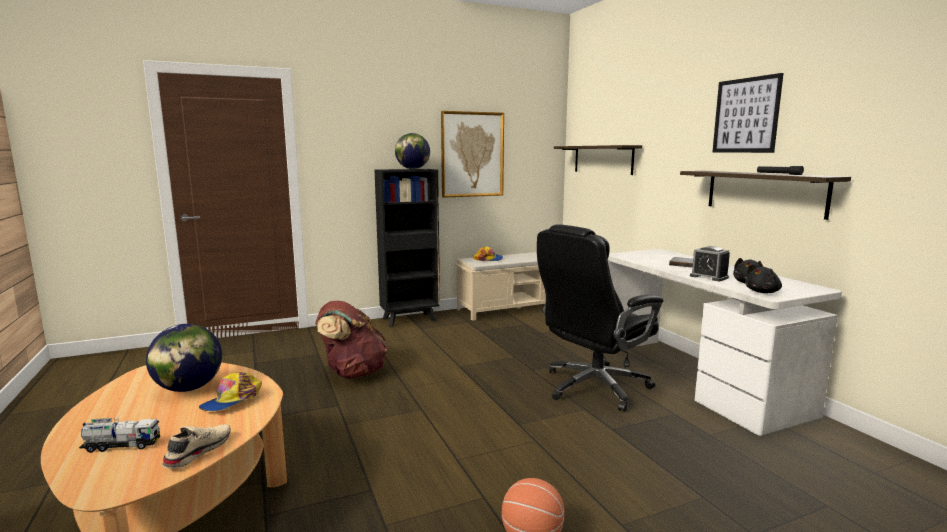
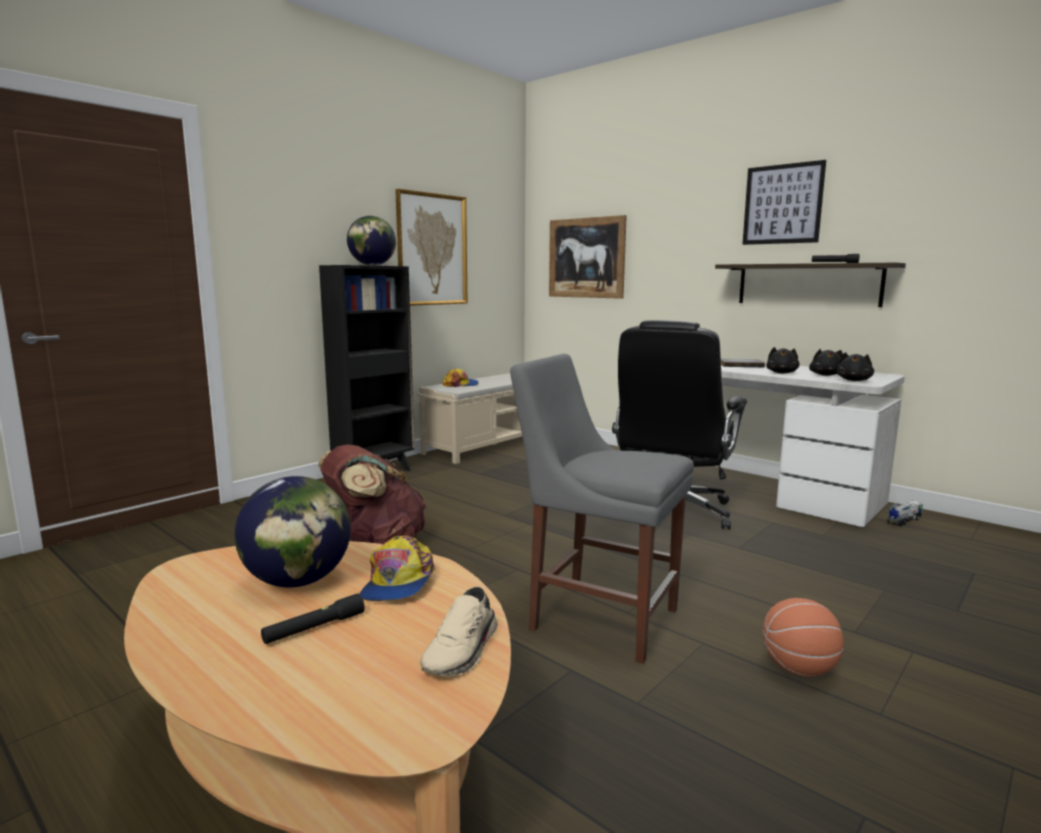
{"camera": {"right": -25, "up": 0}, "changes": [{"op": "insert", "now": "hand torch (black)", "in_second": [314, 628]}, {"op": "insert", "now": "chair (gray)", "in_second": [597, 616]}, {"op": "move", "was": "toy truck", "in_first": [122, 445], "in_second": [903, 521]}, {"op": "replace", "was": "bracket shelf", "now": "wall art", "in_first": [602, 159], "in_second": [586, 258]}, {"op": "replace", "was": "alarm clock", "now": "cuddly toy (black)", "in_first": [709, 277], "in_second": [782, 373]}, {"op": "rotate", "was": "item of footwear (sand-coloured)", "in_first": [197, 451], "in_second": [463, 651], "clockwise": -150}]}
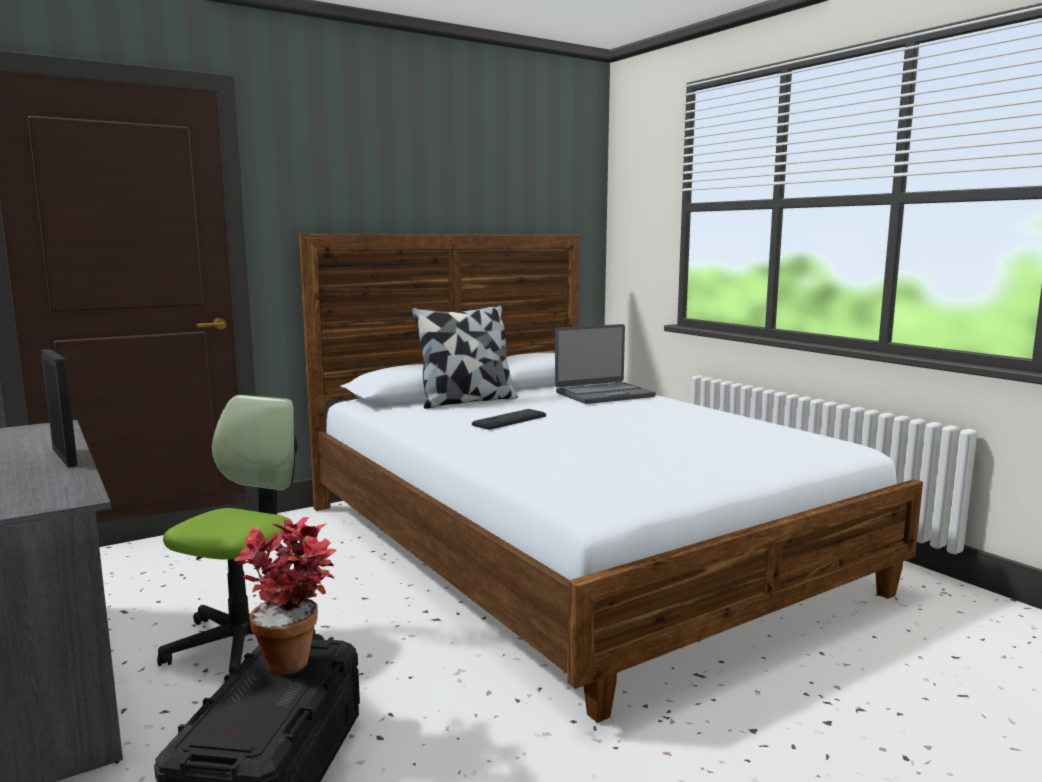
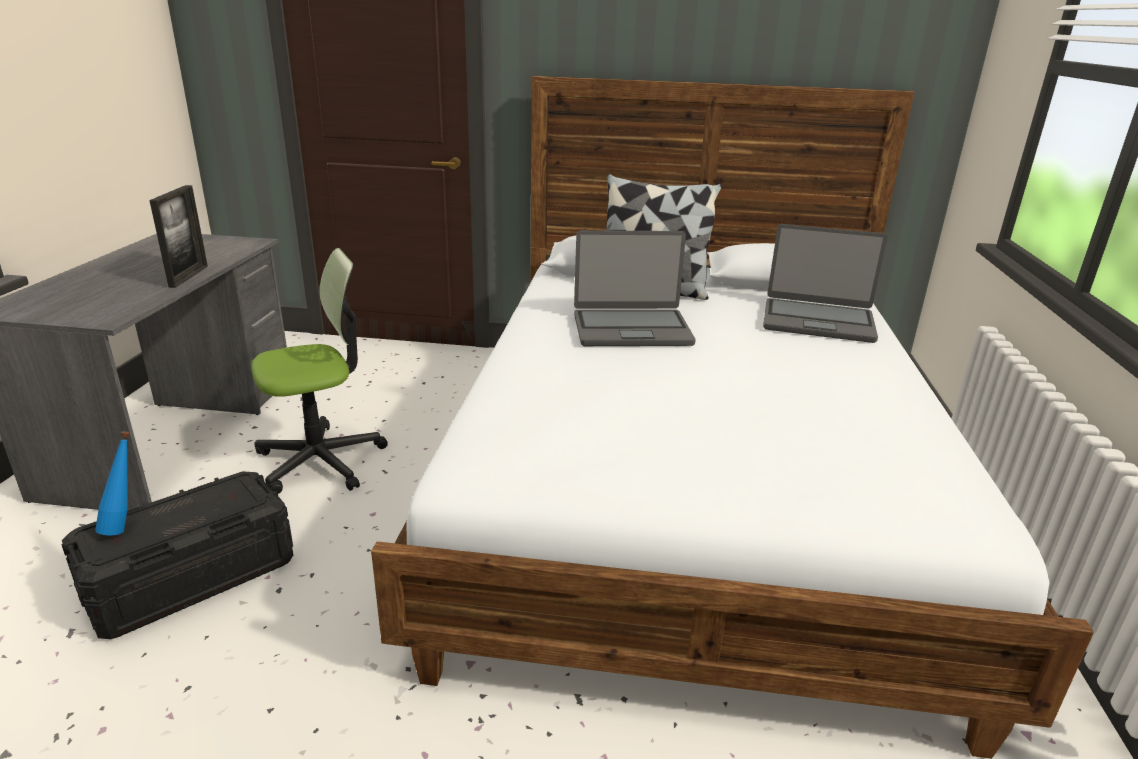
{"camera": {"right": 40, "up": 15}, "changes": [{"op": "delete", "was": "houseplant", "in_first": [294, 657]}, {"op": "insert", "now": "beverage bottle (blue-coloured)", "in_second": [125, 526]}, {"op": "replace", "was": "keyboard", "now": "portable computer", "in_first": [509, 420], "in_second": [631, 329]}]}
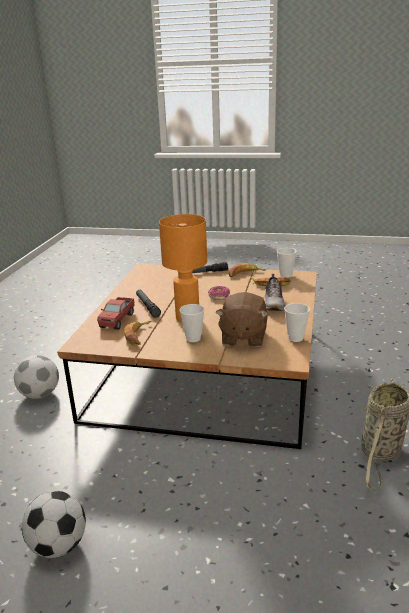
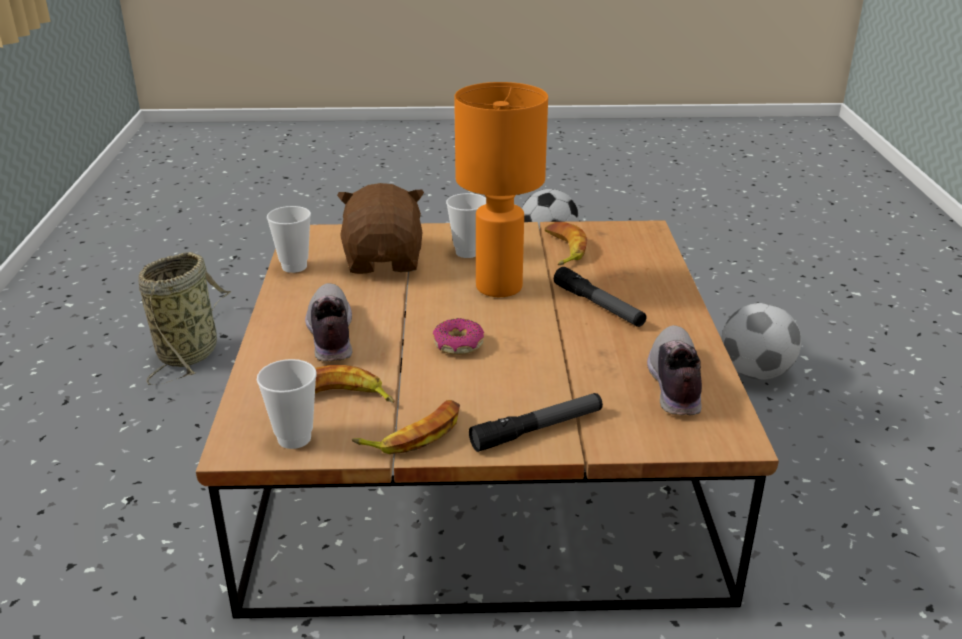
{"camera": {"right": 165, "up": 5}, "changes": [{"op": "delete", "was": "toy truck", "in_first": [117, 320]}, {"op": "insert", "now": "item of footwear", "in_second": [674, 383]}]}
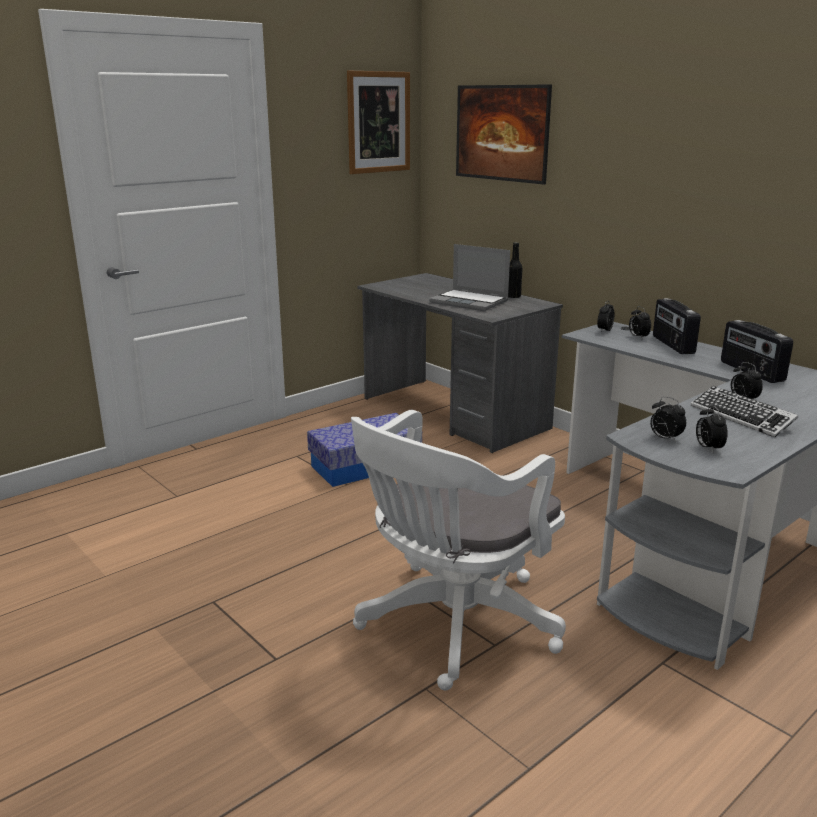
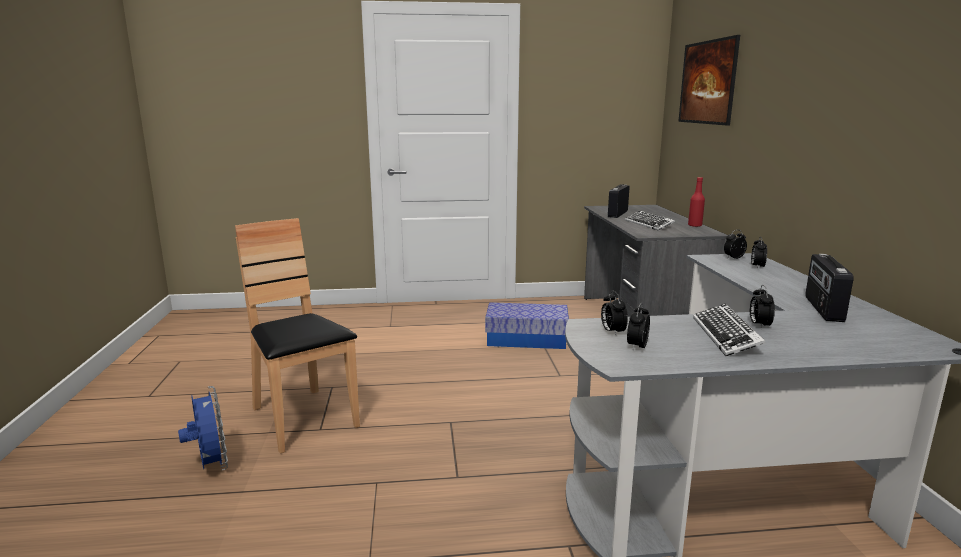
{"camera": {"right": 35, "up": -5}, "changes": [{"op": "delete", "was": "wall art", "in_first": [378, 122]}, {"op": "delete", "was": "computer chair (white)", "in_first": [451, 626]}, {"op": "insert", "now": "fan (blue-coloured)", "in_second": [211, 466]}, {"op": "insert", "now": "chair (brown)", "in_second": [303, 419]}, {"op": "move", "was": "radio", "in_first": [672, 345], "in_second": [617, 214]}, {"op": "replace", "was": "portable computer", "now": "keyboard", "in_first": [470, 302], "in_second": [648, 224]}, {"op": "recolor", "was": "beverage bottle (black)", "now": "beverage bottle (red)", "in_first": [513, 296], "in_second": [694, 225]}]}
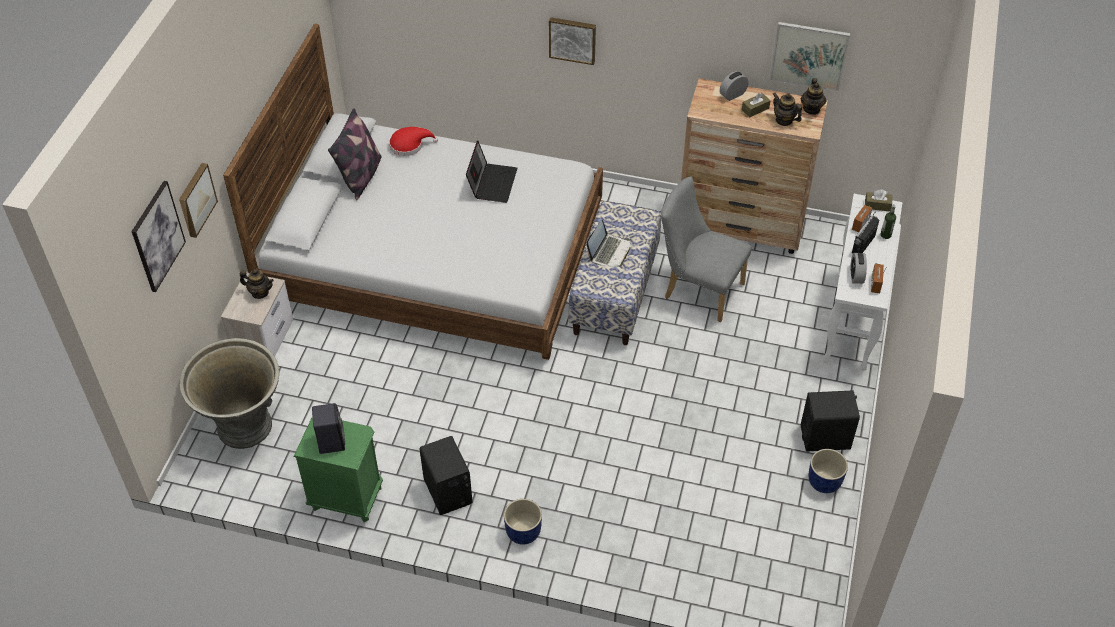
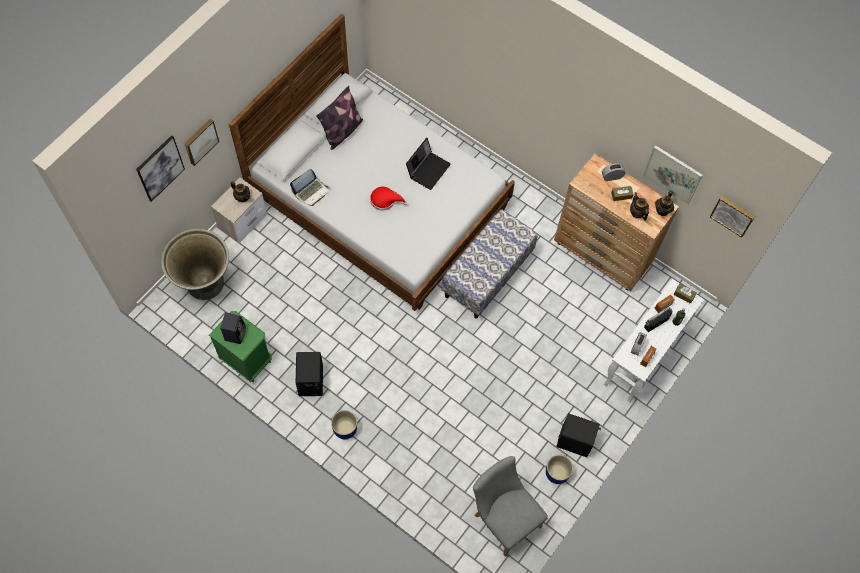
{"camera": {"right": 20, "up": 15}, "changes": [{"op": "move", "was": "wearable hat (red)", "in_first": [409, 145], "in_second": [385, 200]}, {"op": "move", "was": "wall art", "in_first": [572, 39], "in_second": [733, 215]}, {"op": "move", "was": "portable computer", "in_first": [609, 251], "in_second": [311, 191]}, {"op": "move", "was": "chair (gray)", "in_first": [698, 289], "in_second": [503, 517]}]}
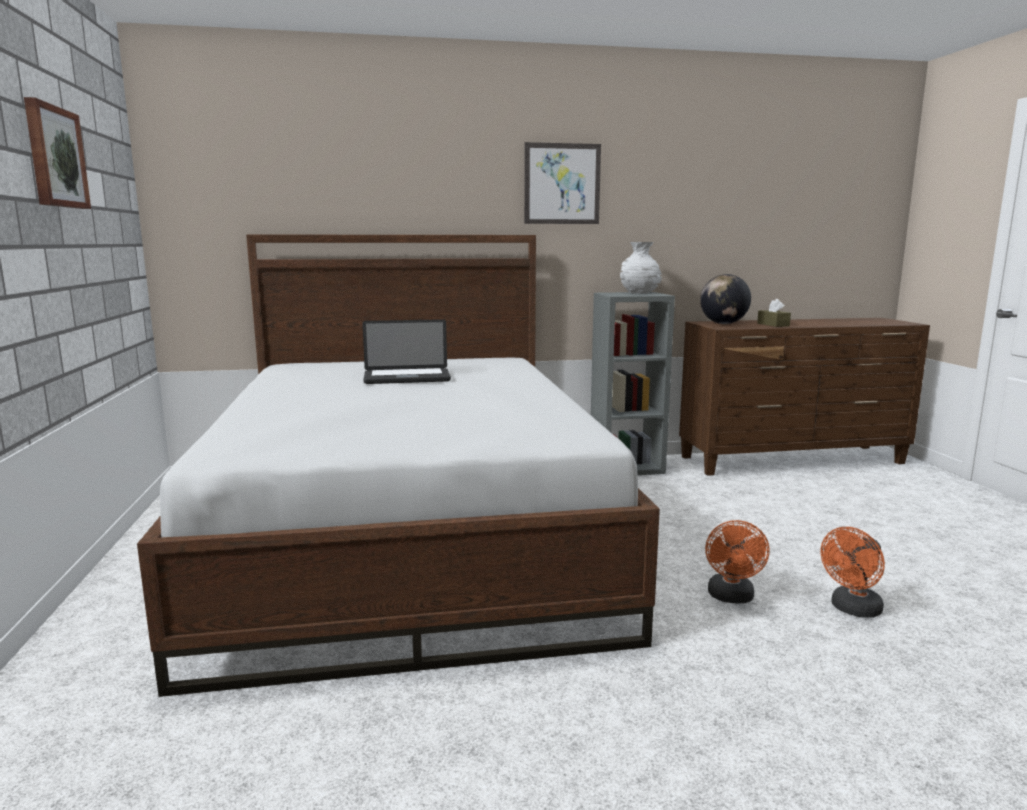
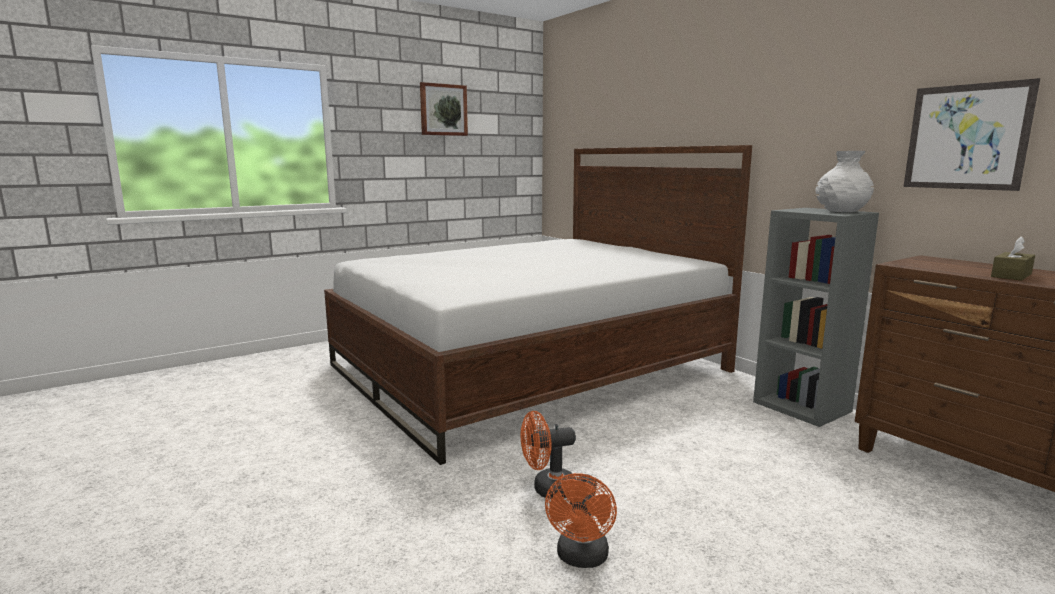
{"camera": {"right": 65, "up": 0}, "changes": [{"op": "delete", "was": "portable computer", "in_first": [407, 378]}, {"op": "delete", "was": "desk globe", "in_first": [723, 323]}, {"op": "move", "was": "wall art", "in_first": [562, 184], "in_second": [966, 137]}, {"op": "rotate", "was": "fan (orange-coloured)", "in_first": [852, 609], "in_second": [581, 558], "clockwise": -105}]}
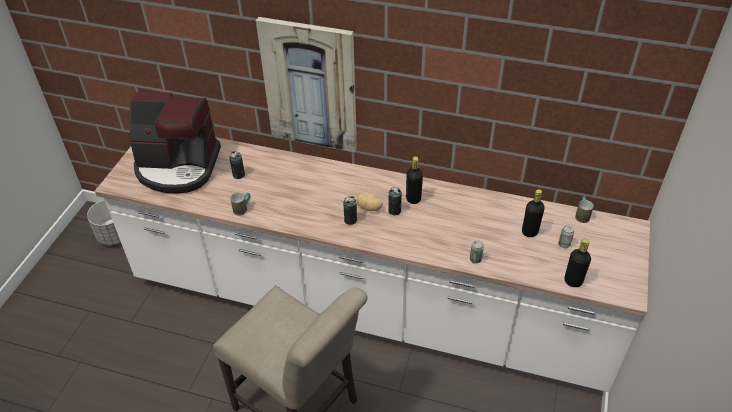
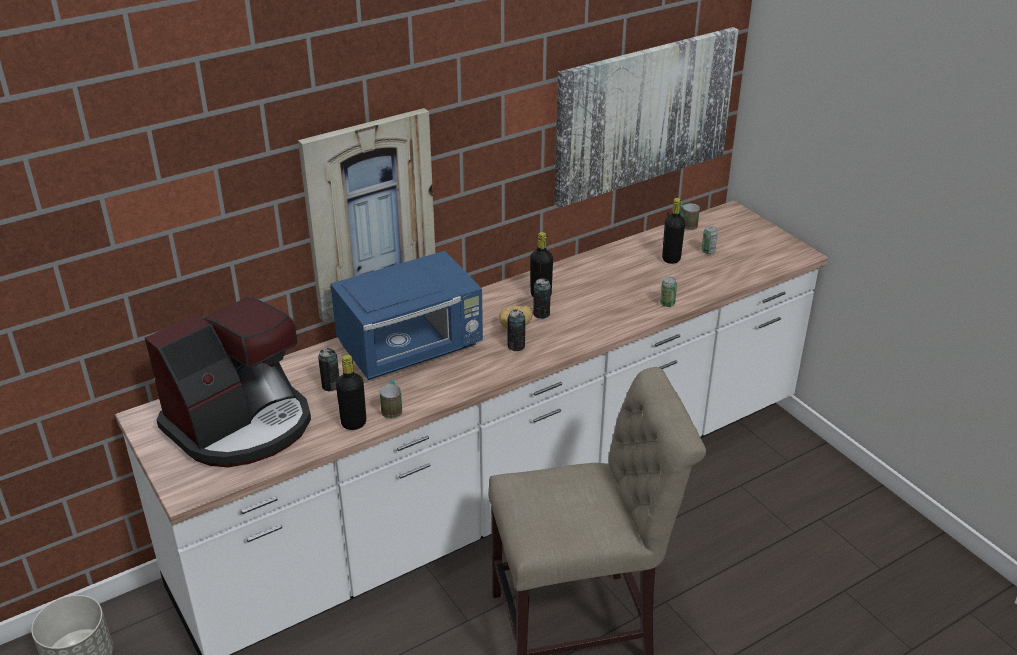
{"camera": {"right": -50, "up": -10}, "changes": [{"op": "insert", "now": "microwave (blue-coloured)", "in_second": [412, 349]}, {"op": "insert", "now": "wall art", "in_second": [644, 115]}, {"op": "move", "was": "beverage bottle (black)", "in_first": [573, 281], "in_second": [354, 423]}]}
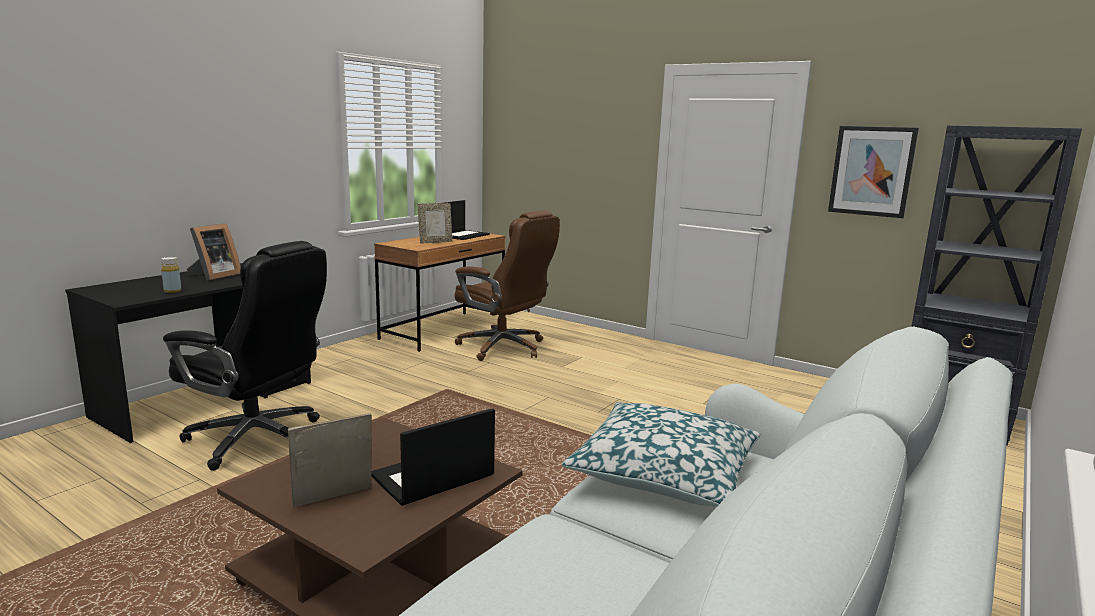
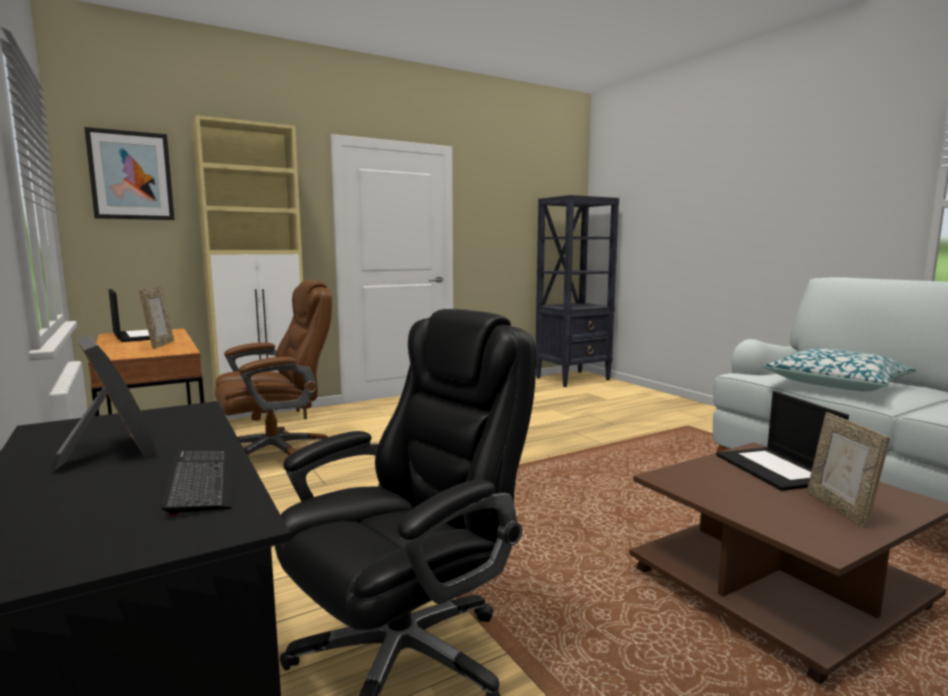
{"camera": {"right": -65, "up": -5}, "changes": [{"op": "insert", "now": "cabinet (sand-coloured)", "in_second": [264, 420]}, {"op": "move", "was": "wall art", "in_first": [871, 171], "in_second": [131, 175]}, {"op": "replace", "was": "beverage bottle (yellow-coloured)", "now": "keyboard", "in_first": [172, 291], "in_second": [201, 482]}]}
